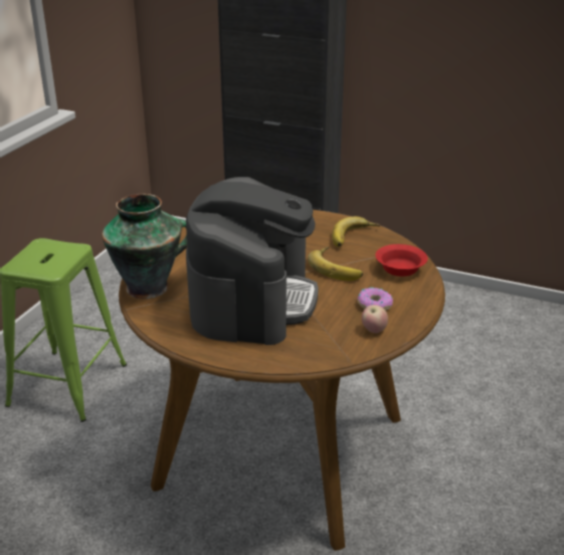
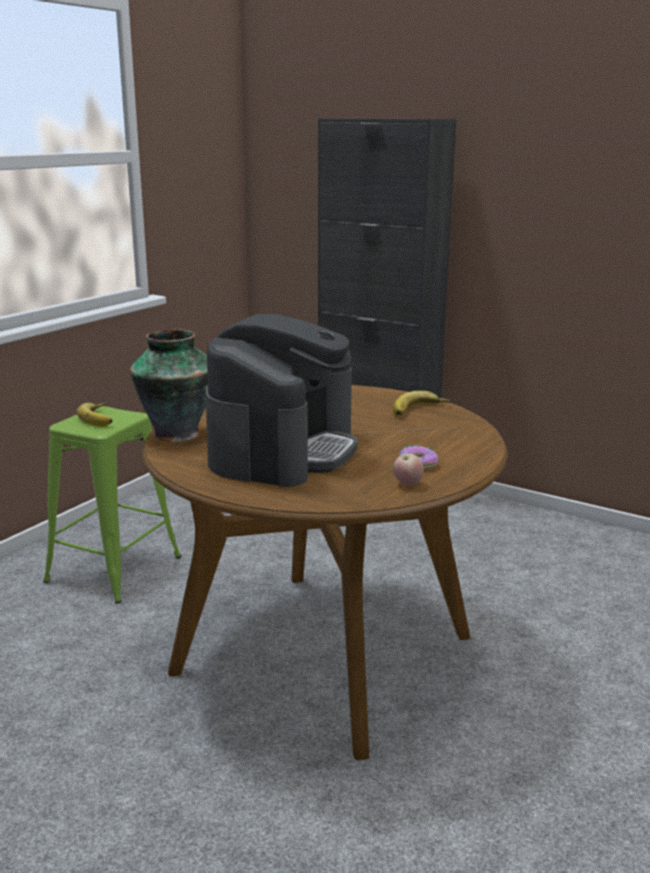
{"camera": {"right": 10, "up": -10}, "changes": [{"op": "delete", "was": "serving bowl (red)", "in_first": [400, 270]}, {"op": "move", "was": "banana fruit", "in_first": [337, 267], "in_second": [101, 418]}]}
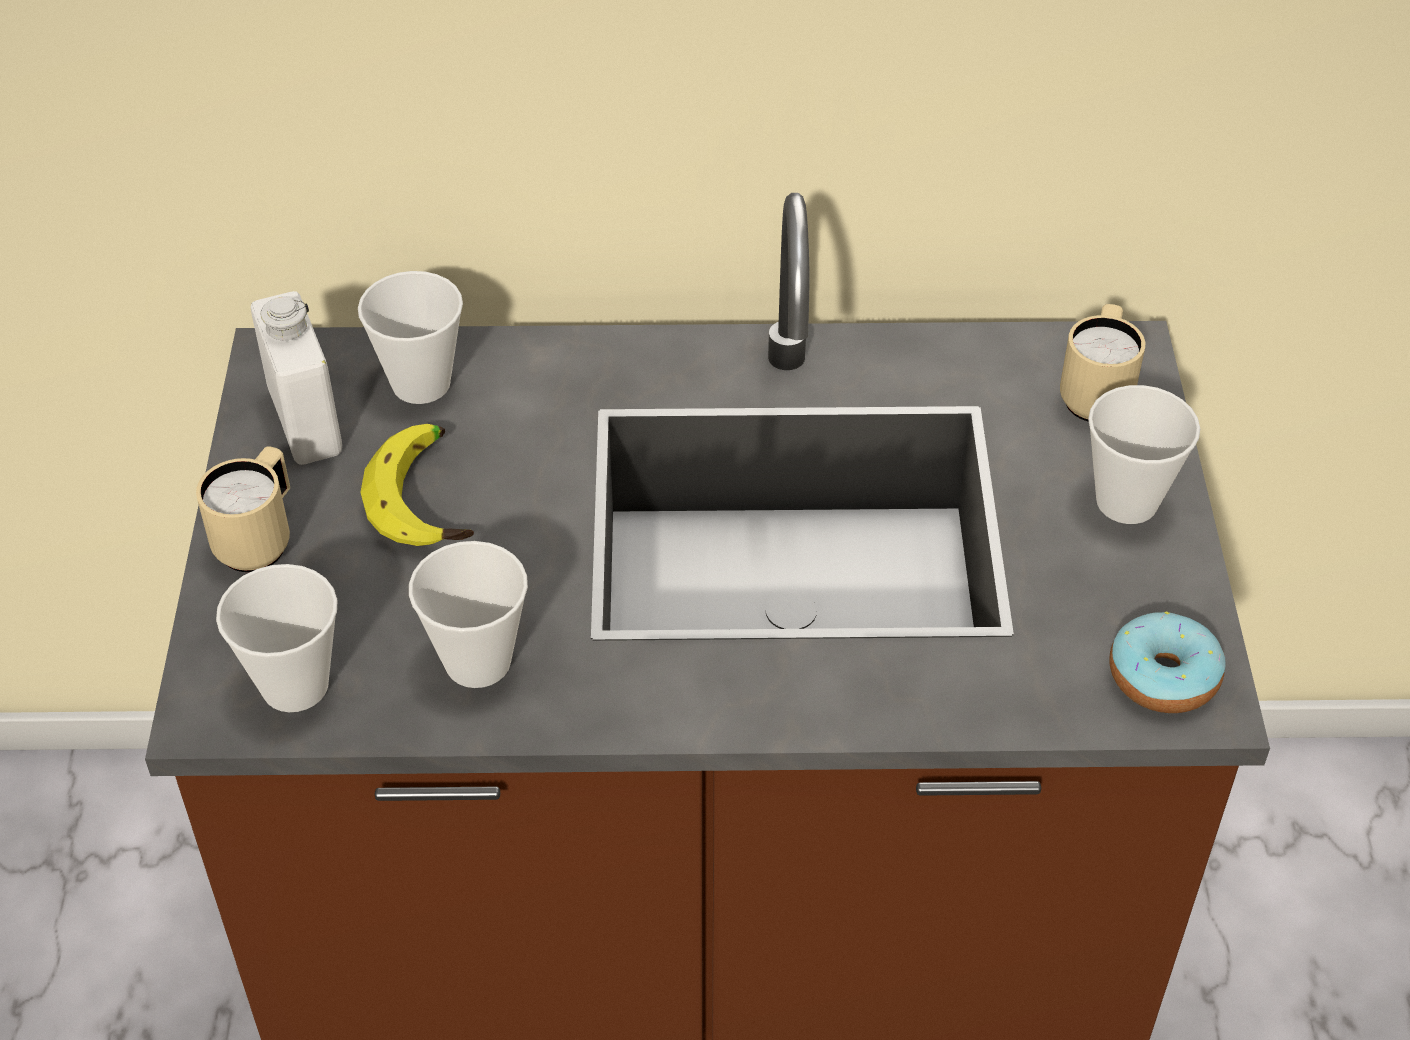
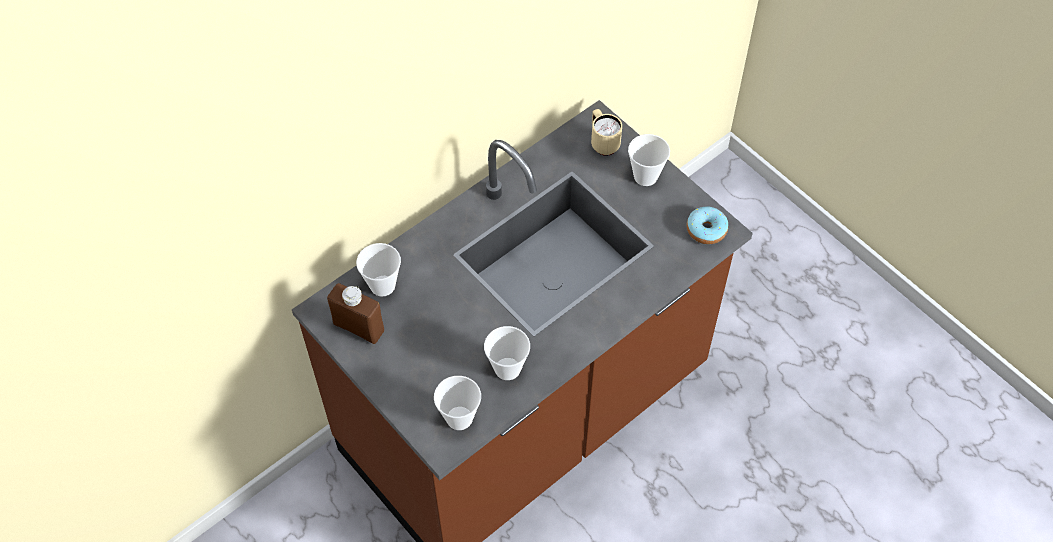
{"camera": {"right": -40, "up": 10}, "changes": [{"op": "delete", "was": "mug (sand-coloured)", "in_first": [260, 540]}, {"op": "delete", "was": "banana fruit", "in_first": [430, 498]}, {"op": "recolor", "was": "beverage bottle (white)", "now": "beverage bottle (brown)", "in_first": [305, 422], "in_second": [359, 327]}]}
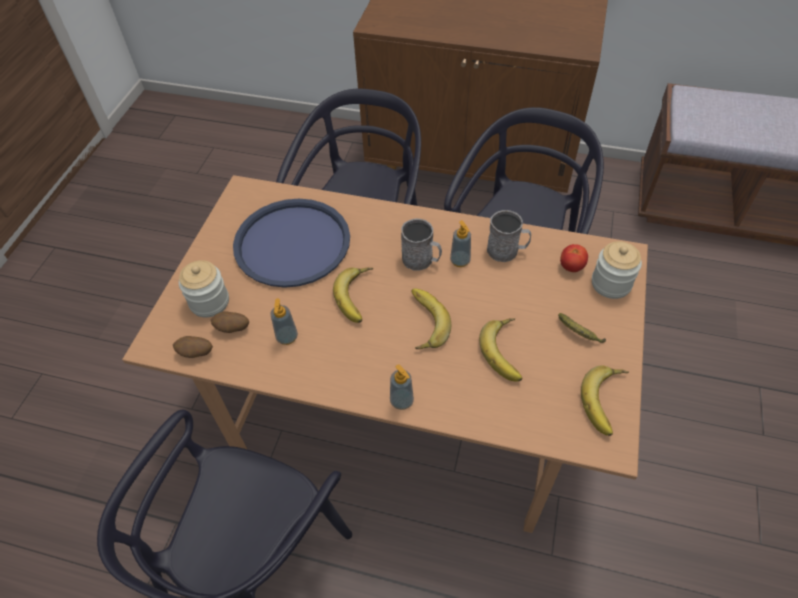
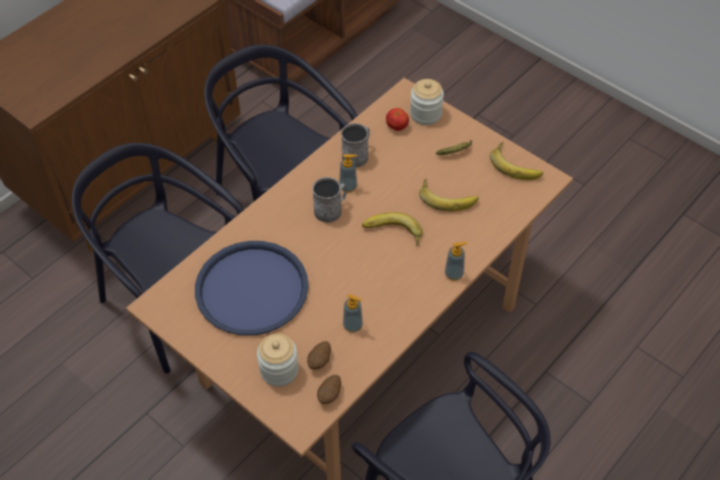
{"camera": {"right": -65, "up": 0}, "changes": [{"op": "delete", "was": "banana fruit", "in_first": [358, 296]}]}
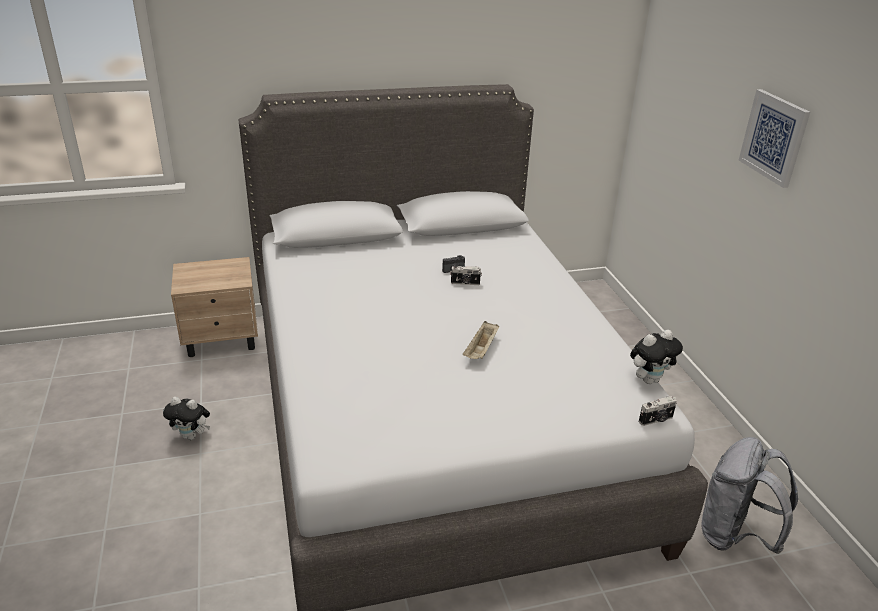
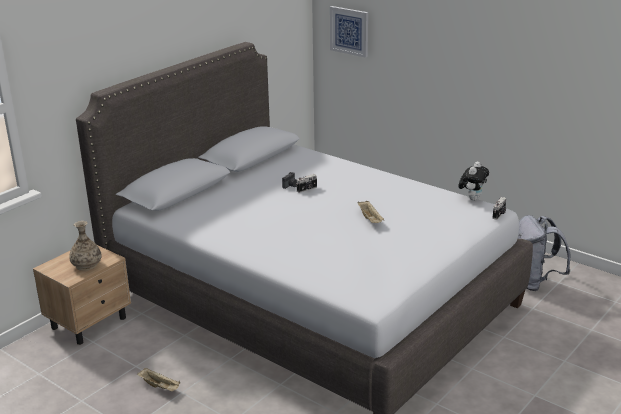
{"camera": {"right": -35, "up": -5}, "changes": [{"op": "insert", "now": "decorative vase", "in_second": [86, 265]}, {"op": "move", "was": "wall art", "in_first": [774, 137], "in_second": [349, 31]}, {"op": "replace", "was": "cuddly toy", "now": "serving tray (sand-coloured)", "in_first": [192, 436], "in_second": [160, 386]}]}
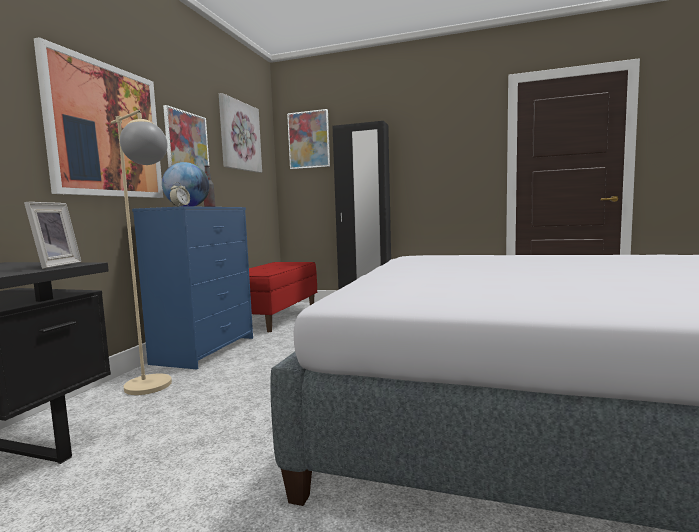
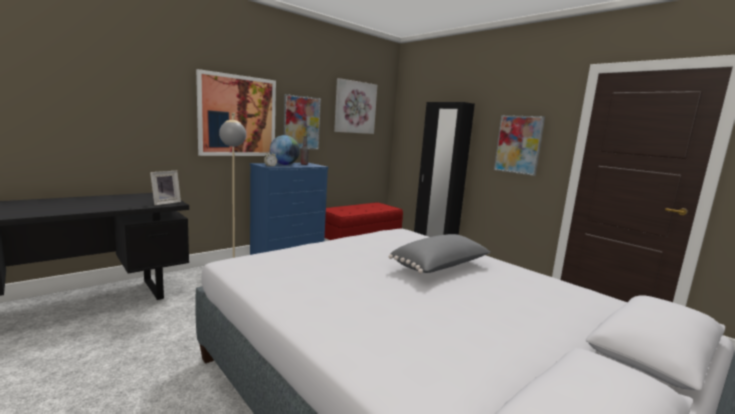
{"camera": {"right": 30, "up": 5}, "changes": [{"op": "insert", "now": "throw pillow (gray)", "in_second": [441, 267]}, {"op": "move", "was": "wall art", "in_first": [309, 140], "in_second": [518, 144]}]}
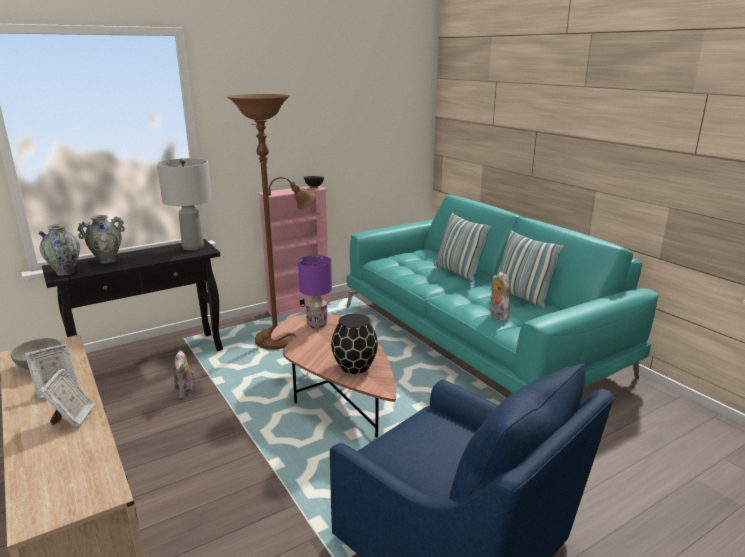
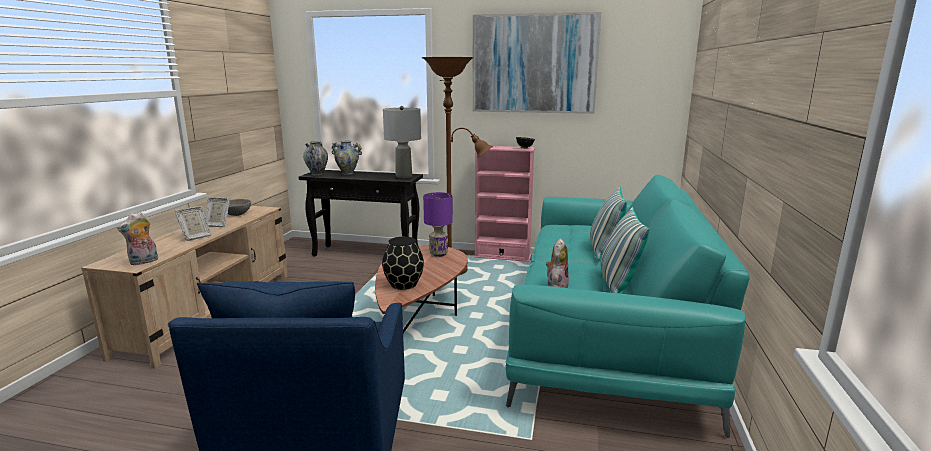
{"camera": {"right": 45, "up": -5}, "changes": [{"op": "insert", "now": "wall art", "in_second": [534, 64]}, {"op": "move", "was": "cuddly toy", "in_first": [186, 393], "in_second": [144, 262]}]}
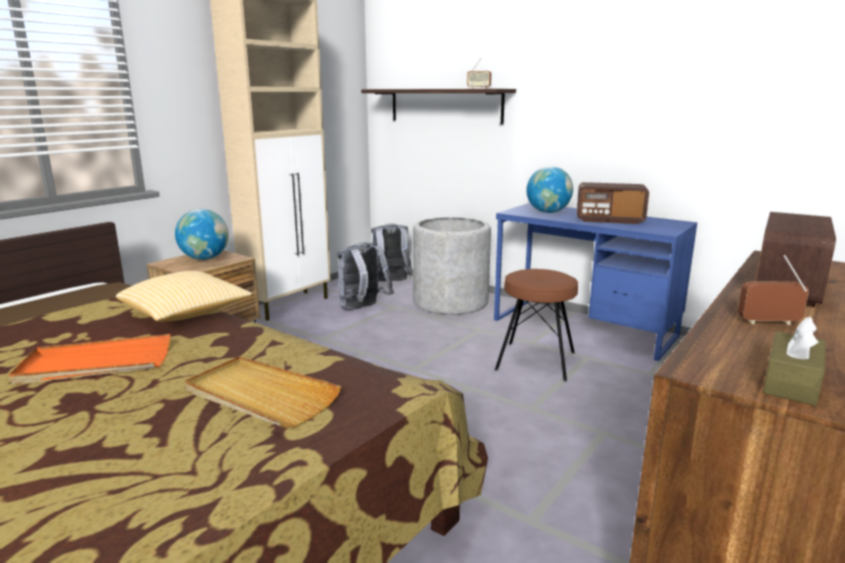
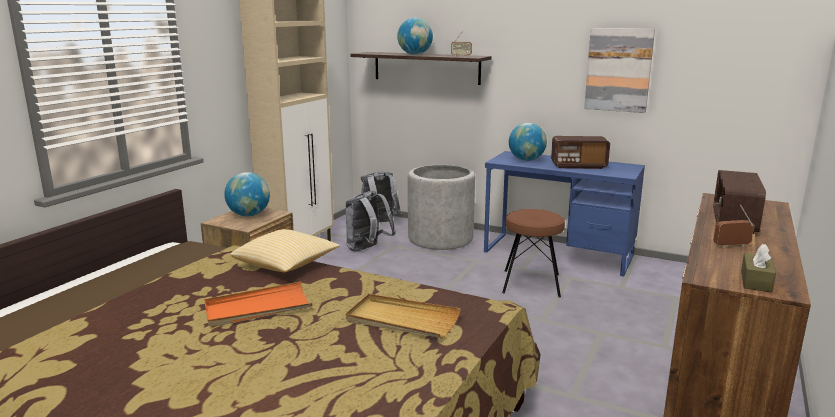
{"camera": {"right": -10, "up": 0}, "changes": [{"op": "insert", "now": "desk globe", "in_second": [415, 54]}, {"op": "insert", "now": "wall art", "in_second": [618, 70]}]}
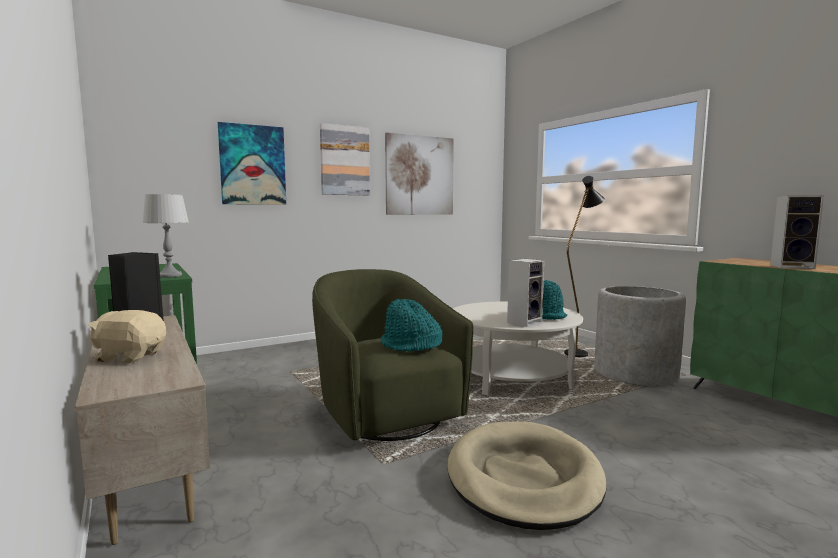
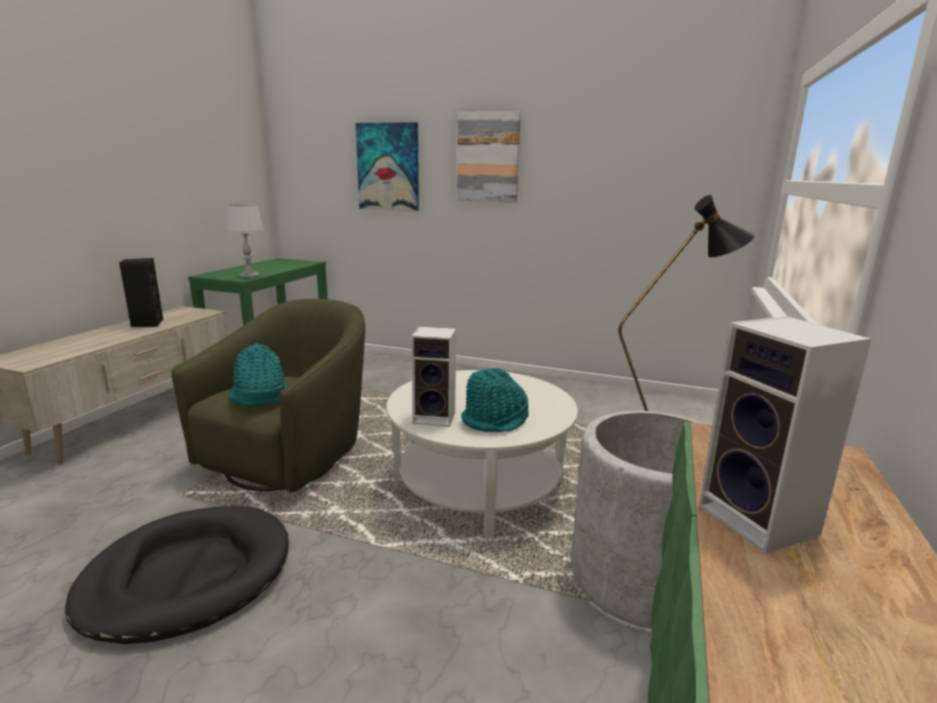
{"camera": {"right": 50, "up": 10}, "changes": [{"op": "delete", "was": "cuddly toy (sand-coloured)", "in_first": [130, 357]}, {"op": "delete", "was": "wall art", "in_first": [420, 175]}, {"op": "recolor", "was": "dog cushion (sand-coloured)", "now": "dog cushion (black)", "in_first": [523, 478], "in_second": [188, 576]}]}
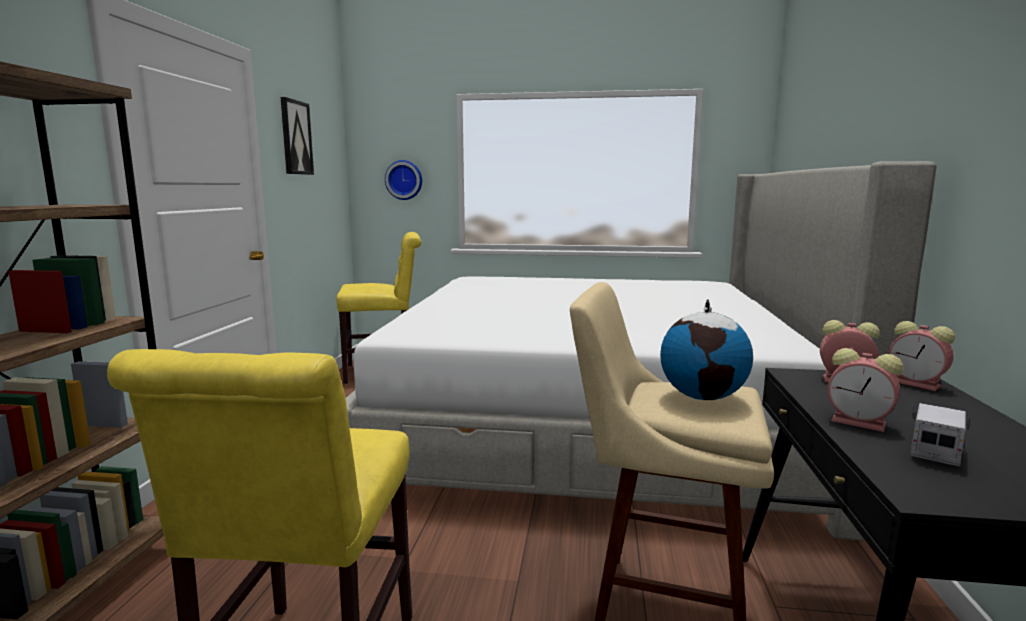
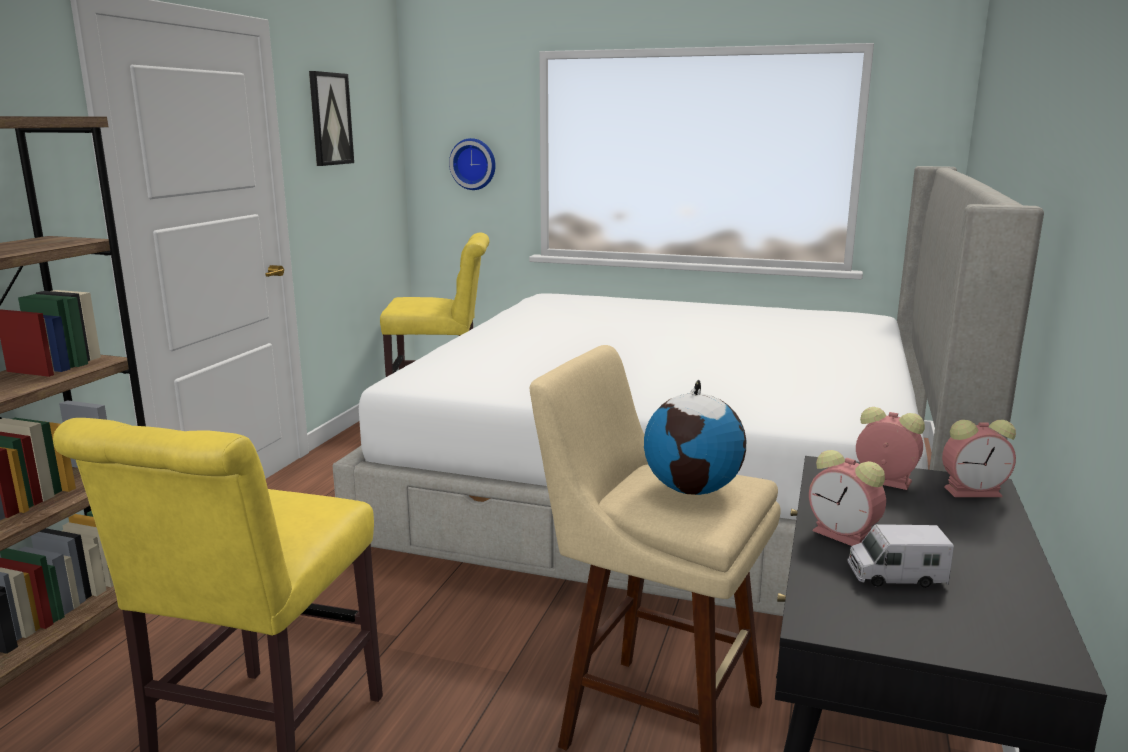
{"camera": {"right": 10, "up": 5}, "changes": [{"op": "rotate", "was": "alarm clock", "in_first": [918, 384], "in_second": [974, 491], "clockwise": -60}, {"op": "rotate", "was": "toy truck", "in_first": [935, 450], "in_second": [896, 576], "clockwise": -135}]}
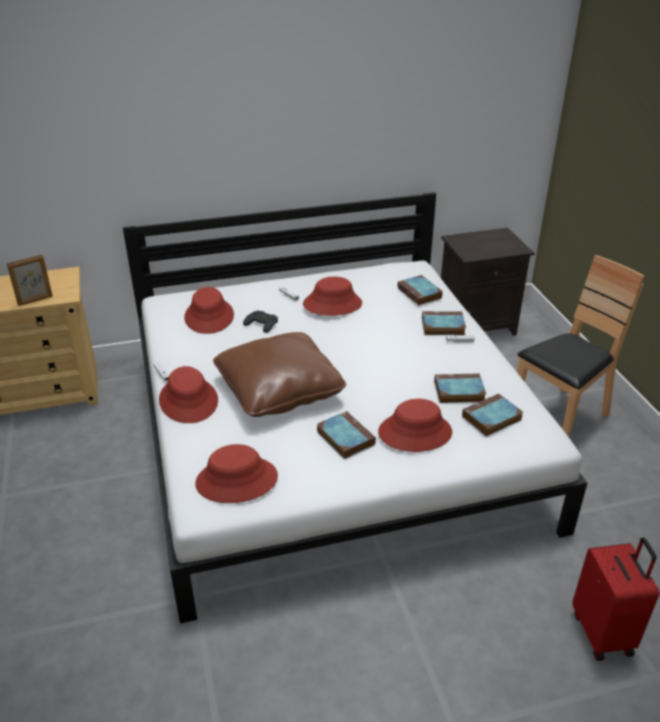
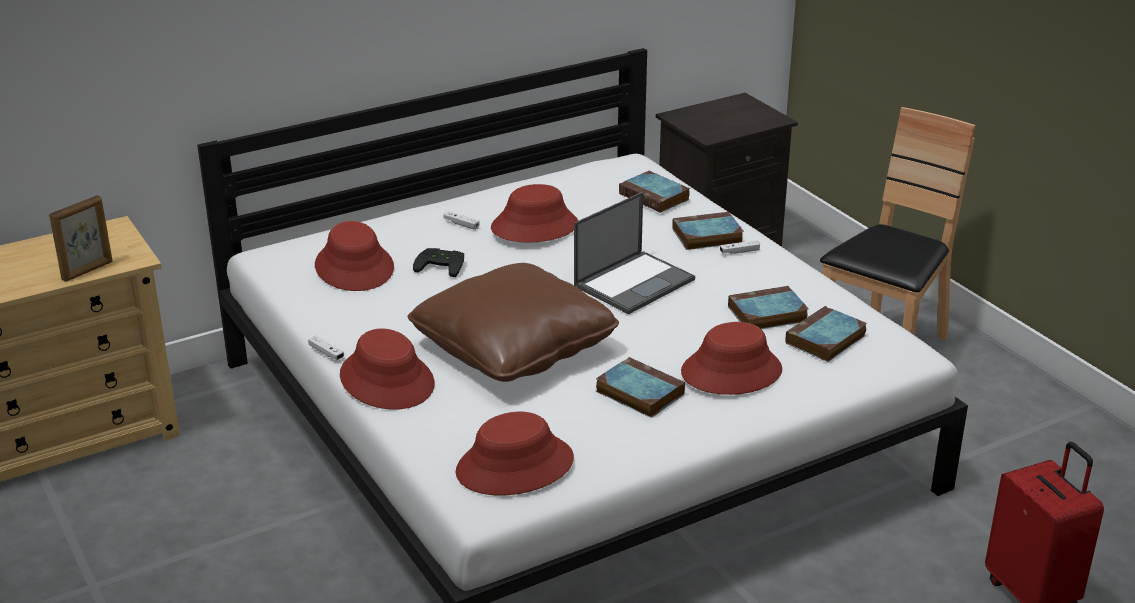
{"camera": {"right": -15, "up": -5}, "changes": [{"op": "insert", "now": "portable computer", "in_second": [635, 282]}]}
